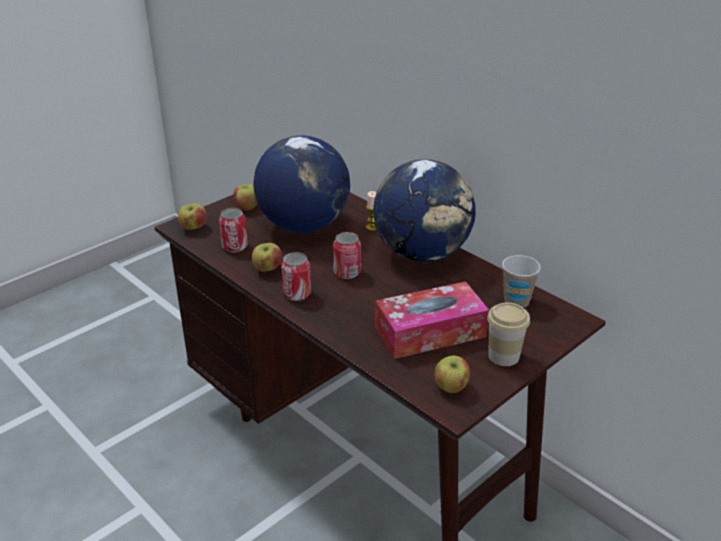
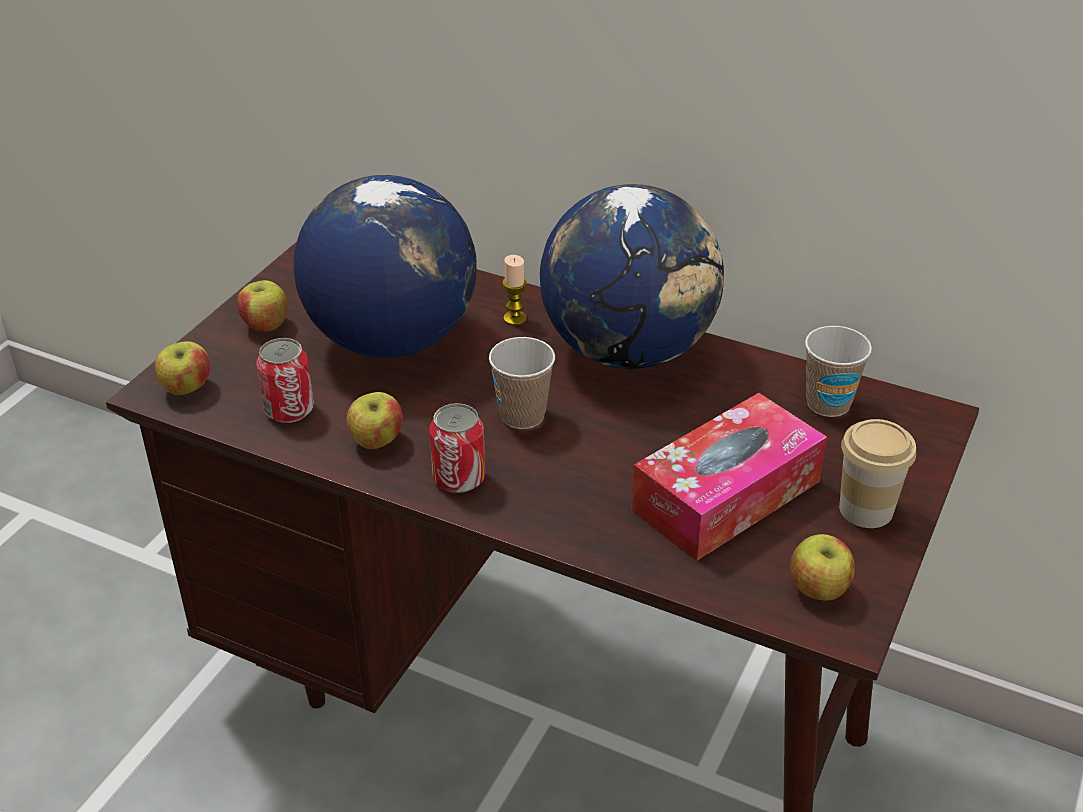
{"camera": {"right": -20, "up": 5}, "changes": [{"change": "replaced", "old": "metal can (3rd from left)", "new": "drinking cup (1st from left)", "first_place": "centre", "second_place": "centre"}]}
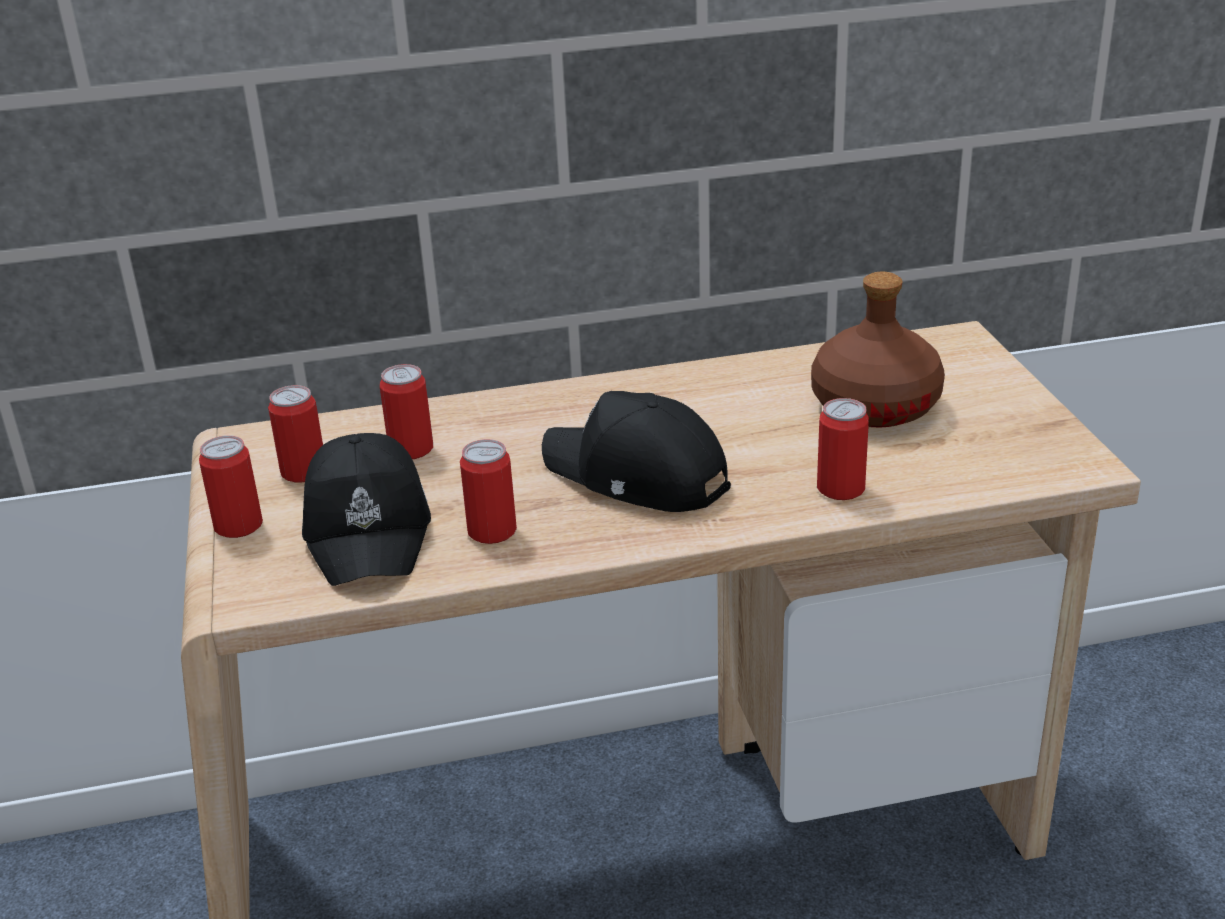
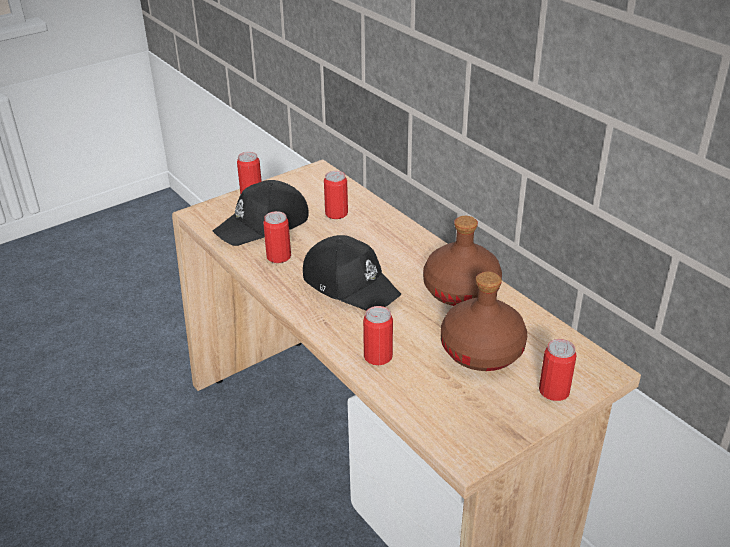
{"camera": {"right": 65, "up": 5}, "changes": [{"change": "added", "new": "brown beverage bottle (1st from left)", "second_place": "centre"}, {"change": "moved", "old": "metal can (2nd from left in the first image)", "new": "metal can (5th from left)", "first_place": "middle left", "second_place": "bottom right"}, {"change": "turned", "old": "blackish cap (2nd from left)", "first_place": "centre", "second_place": "centre", "degrees": 120}]}
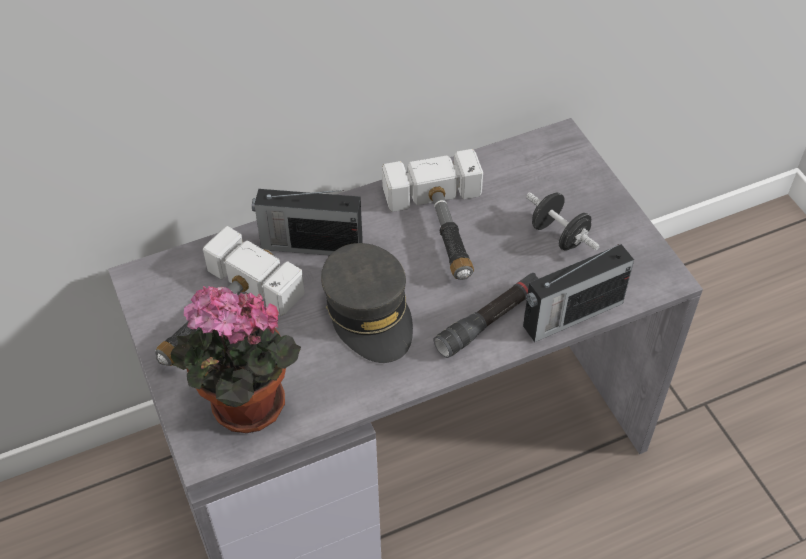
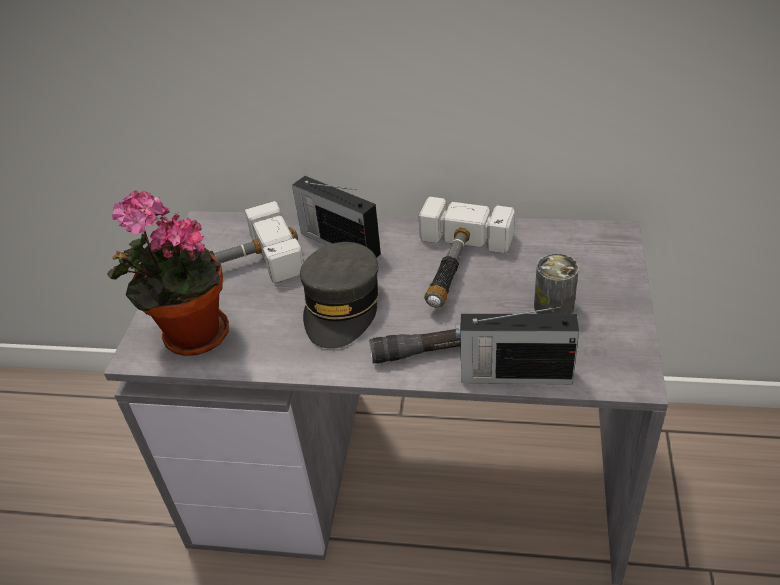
{"camera": {"right": 35, "up": -10}, "changes": [{"change": "replaced", "old": "blackish free weight", "new": "metal can", "first_place": "middle right", "second_place": "middle right"}]}
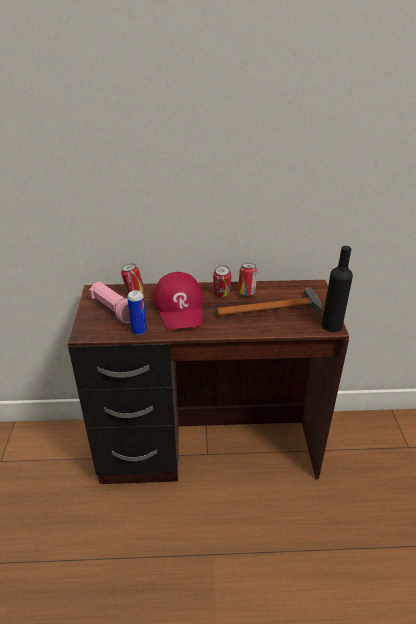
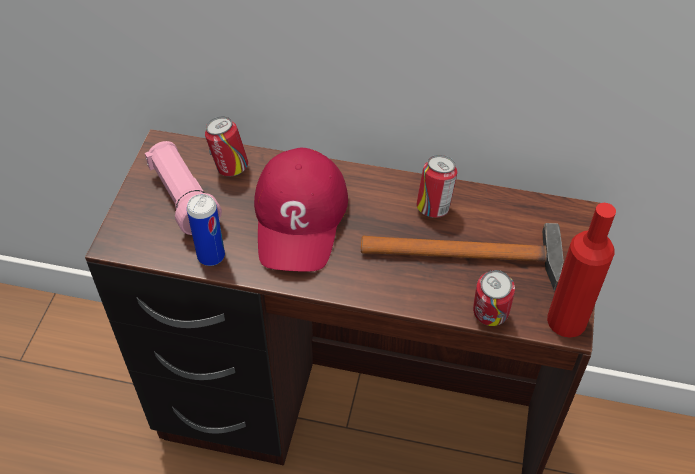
{"camera": {"right": 15, "up": 15}, "changes": [{"change": "moved", "old": "metal can (3rd from left in the first image)", "new": "metal can (4th from left)", "first_place": "centre", "second_place": "middle right"}, {"change": "recoloured", "old": "blackish beverage bottle", "new": "red beverage bottle", "first_place": "middle right", "second_place": "middle right"}]}
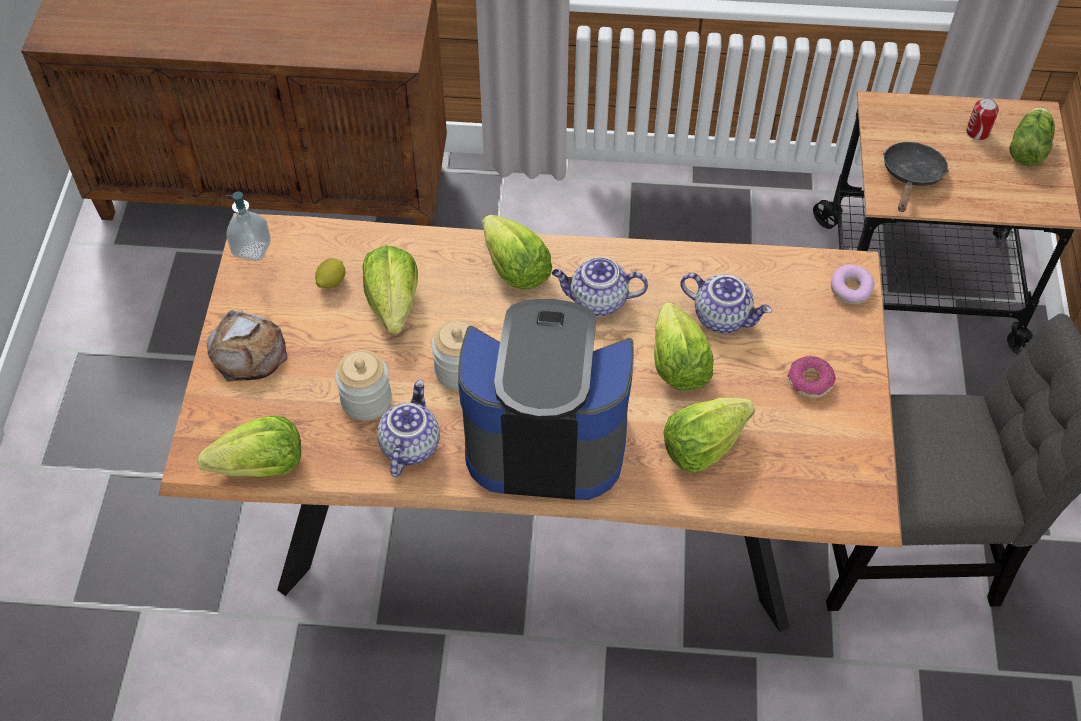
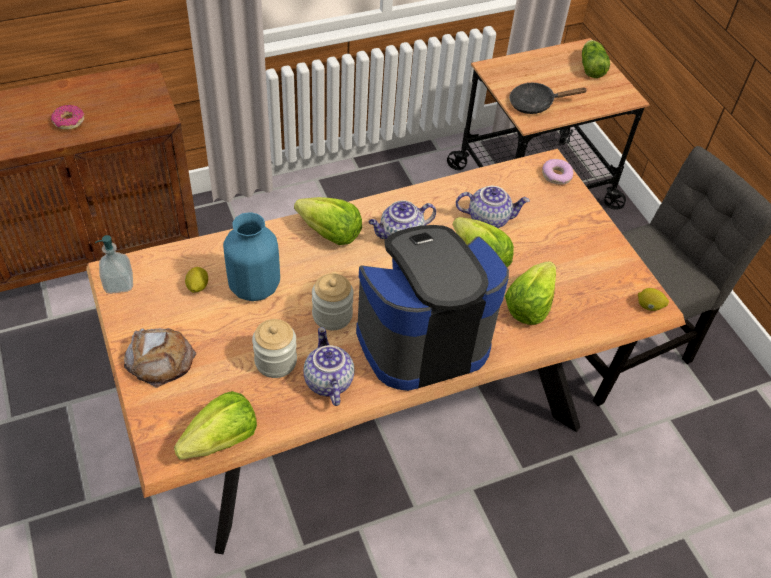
{"camera": {"right": -30, "up": -5}, "changes": [{"change": "removed", "old": "metal can", "first_place": "top right"}, {"change": "added", "new": "whole lemon (2nd from left)", "second_place": "middle right"}, {"change": "moved", "old": "donut (1st from left)", "first_place": "middle right", "second_place": "top left"}, {"change": "replaced", "old": "head of lettuce (2nd from left)", "new": "blue-coloured flower vase", "first_place": "centre", "second_place": "middle left"}, {"change": "turned", "old": "blackish pan", "first_place": "top right", "second_place": "top right", "degrees": -90}]}
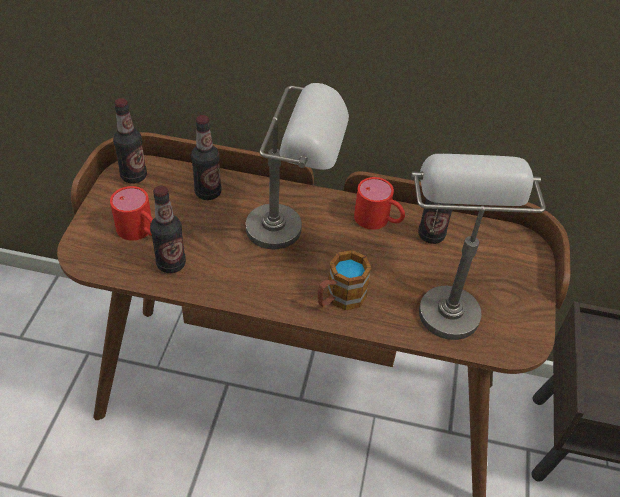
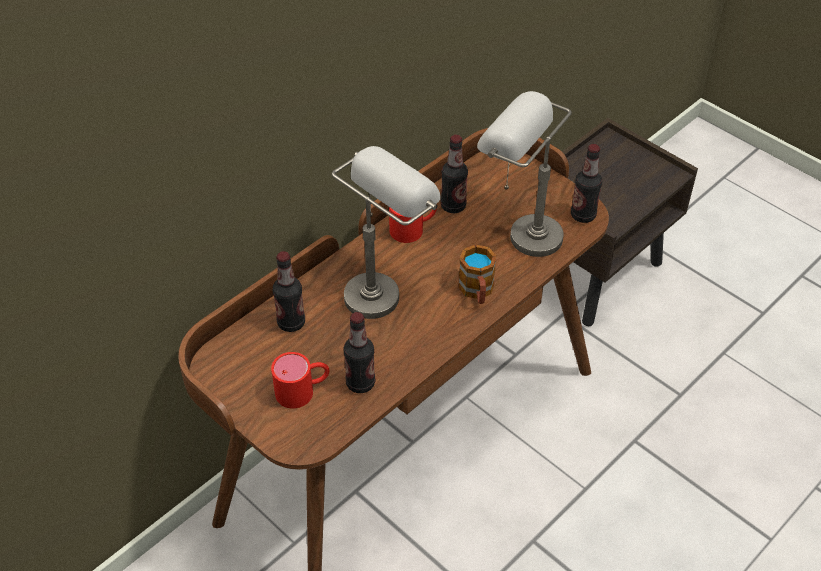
{"camera": {"right": -55, "up": 0}, "changes": [{"change": "moved", "old": "beverage bottle (1st from left in the first image)", "new": "beverage bottle (4th from left)", "first_place": "top left", "second_place": "top right"}]}
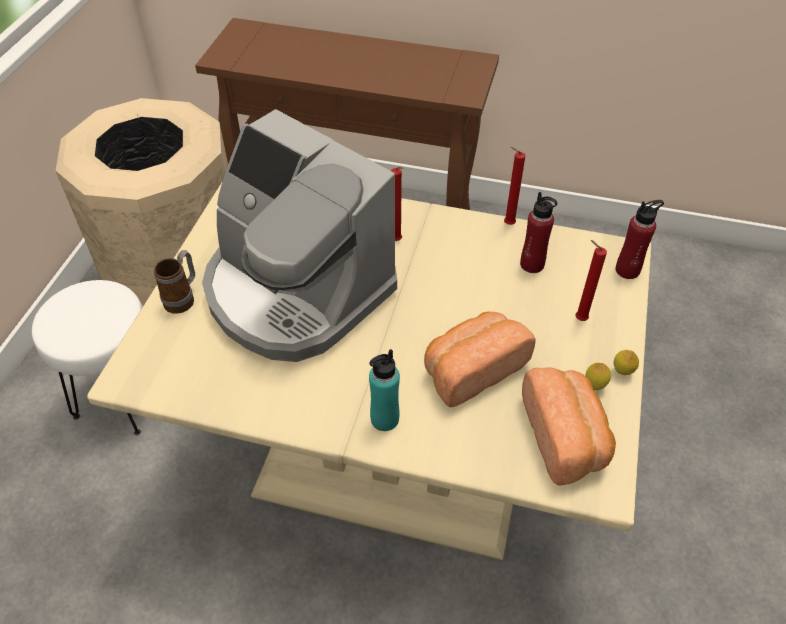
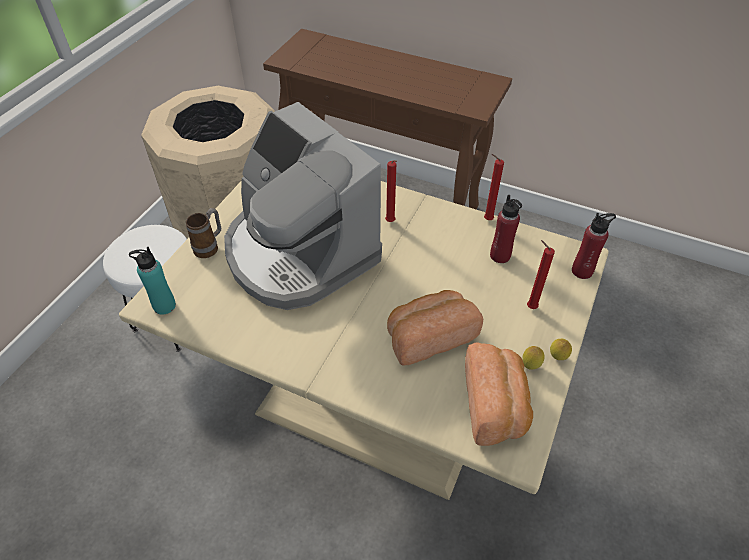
{"camera": {"right": 10, "up": 0}, "changes": [{"change": "moved", "old": "turquoise beverage bottle", "first_place": "centre", "second_place": "middle left"}]}
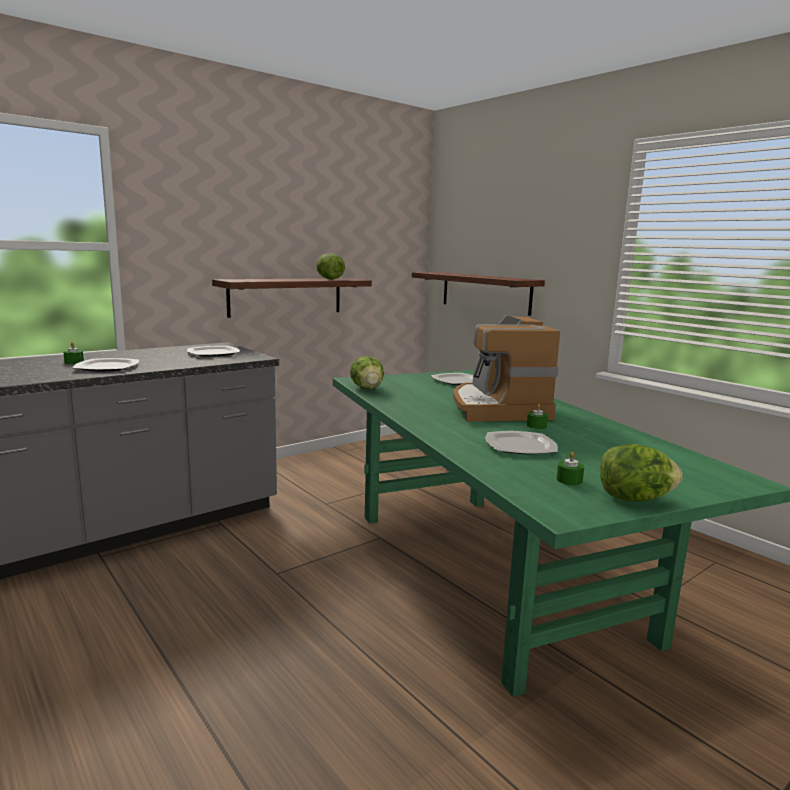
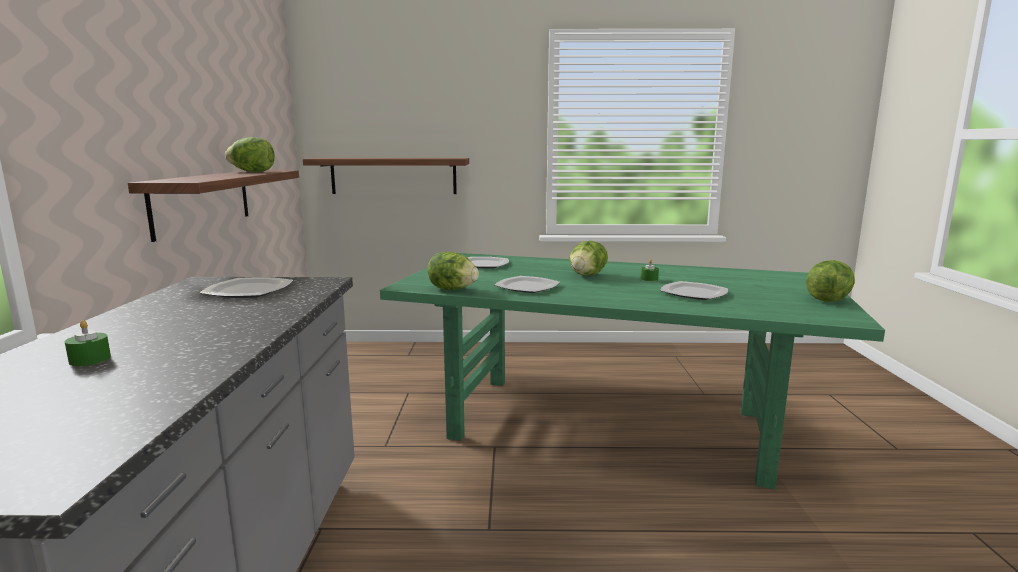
{"camera": {"right": -50, "up": 0}, "changes": [{"change": "removed", "old": "green-coloured candle (3rd from left)", "first_place": "middle right"}, {"change": "moved", "old": "flat dish (1st from left in the first image)", "new": "flat dish (3rd from left)", "first_place": "middle left", "second_place": "centre"}, {"change": "replaced", "old": "coffee maker", "new": "head of lettuce (3rd from left)", "first_place": "centre", "second_place": "centre"}]}
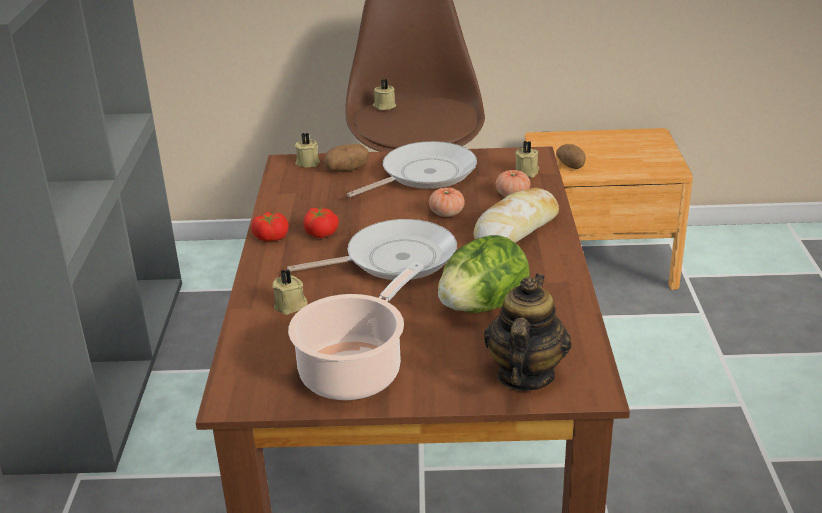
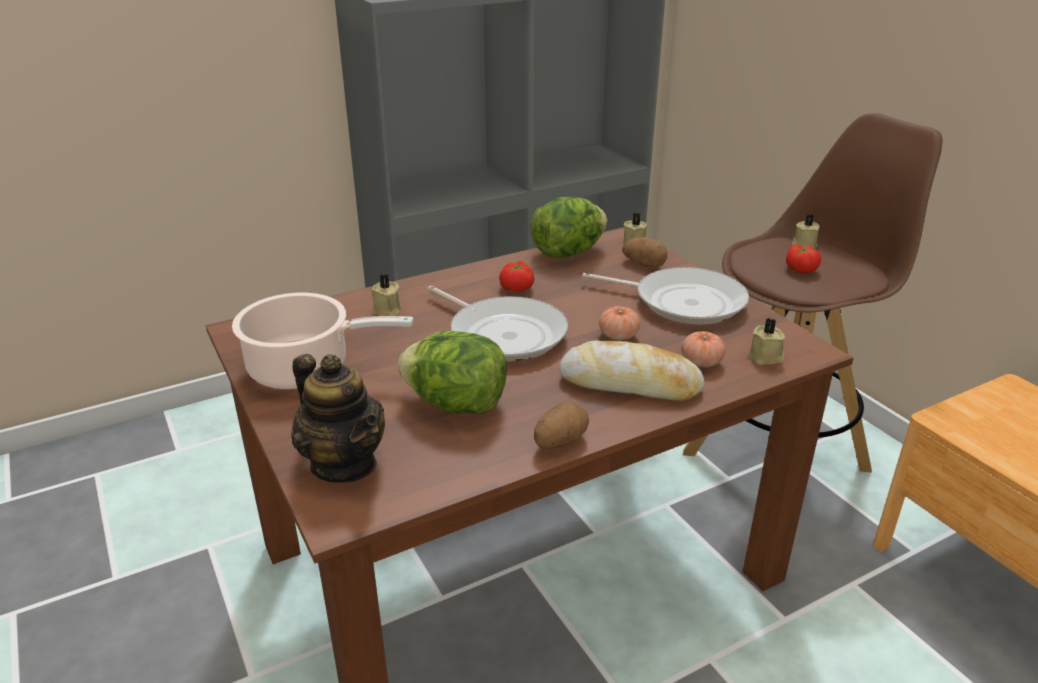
{"camera": {"right": 60, "up": 0}, "changes": [{"change": "added", "new": "head of lettuce (2nd from left)", "second_place": "top centre"}, {"change": "moved", "old": "whole tomato (1st from left in the first image)", "new": "whole tomato (4th from left)", "first_place": "middle left", "second_place": "middle right"}, {"change": "moved", "old": "spud (2nd from left in the first image)", "new": "spud (1st from left)", "first_place": "top right", "second_place": "centre"}, {"change": "turned", "old": "teapot", "first_place": "centre", "second_place": "middle left", "degrees": 60}]}
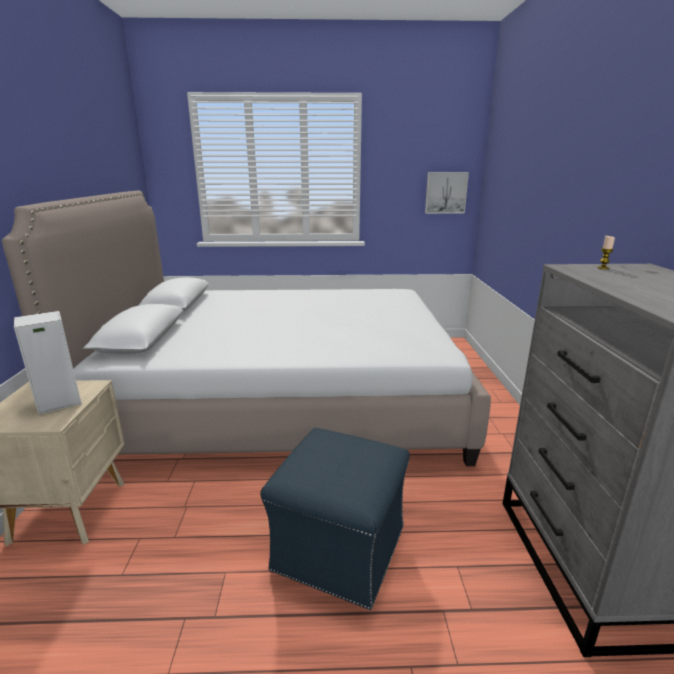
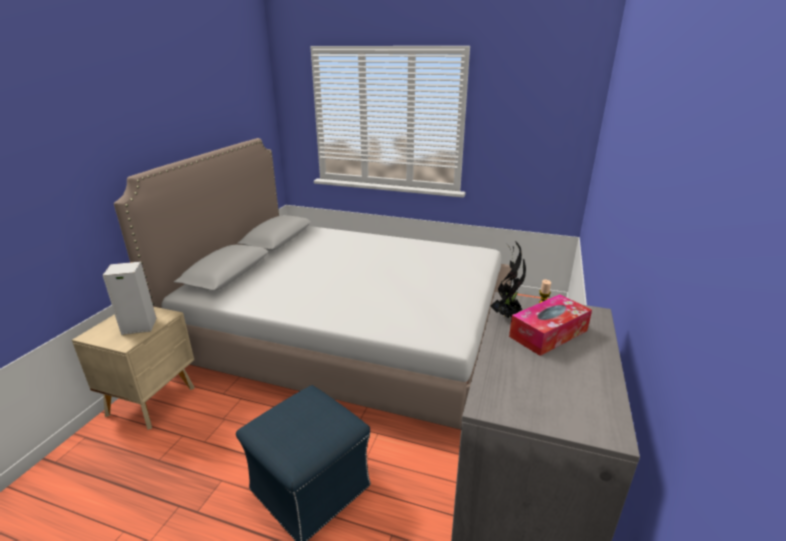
{"camera": {"right": 20, "up": 5}, "changes": [{"change": "removed", "old": "picture", "first_place": "top centre"}, {"change": "added", "new": "potted plant", "second_place": "centre"}, {"change": "added", "new": "box of tissues", "second_place": "middle right"}]}
